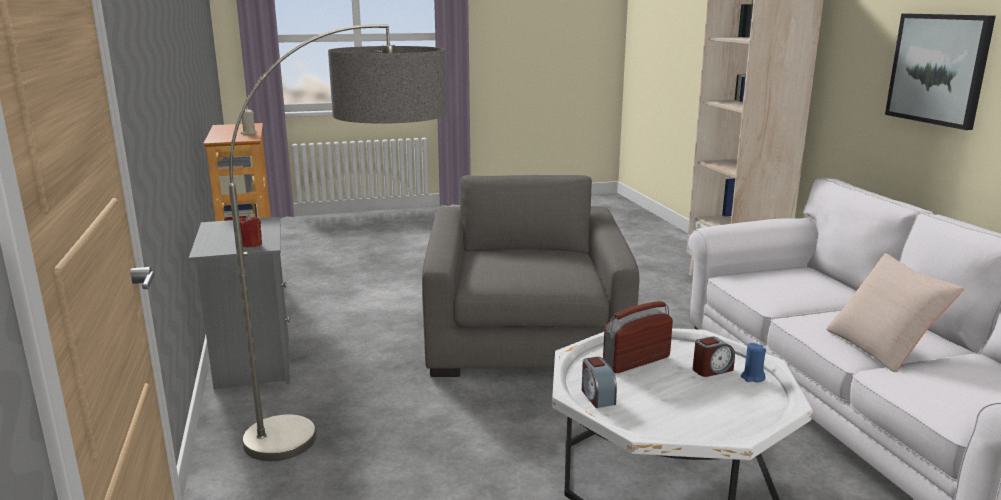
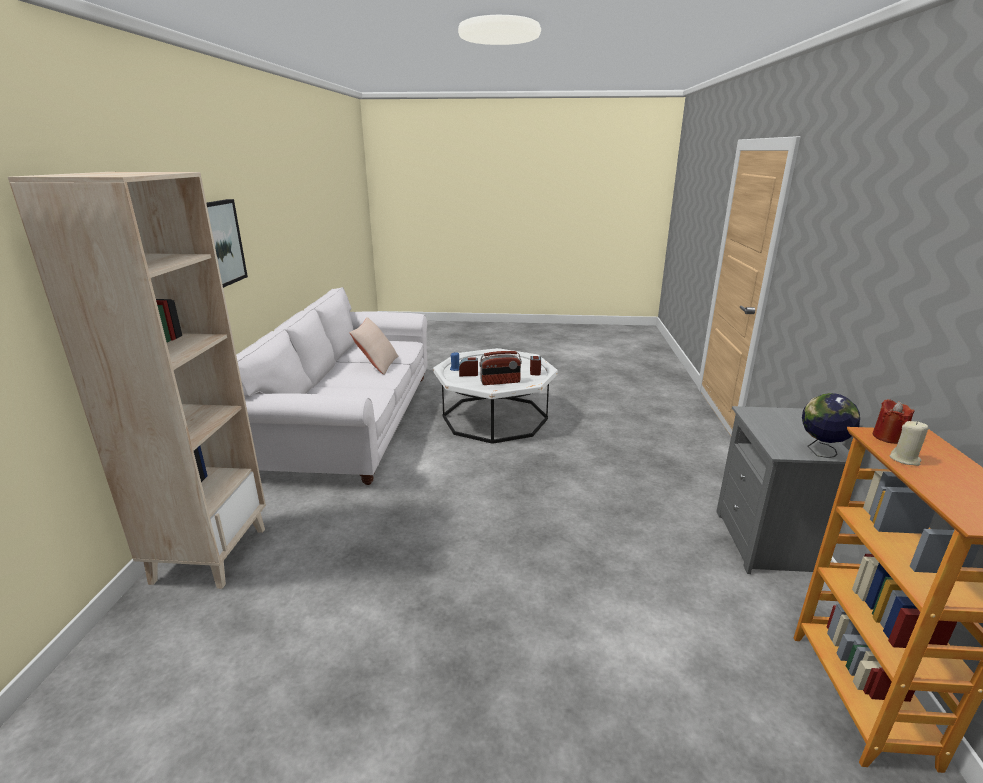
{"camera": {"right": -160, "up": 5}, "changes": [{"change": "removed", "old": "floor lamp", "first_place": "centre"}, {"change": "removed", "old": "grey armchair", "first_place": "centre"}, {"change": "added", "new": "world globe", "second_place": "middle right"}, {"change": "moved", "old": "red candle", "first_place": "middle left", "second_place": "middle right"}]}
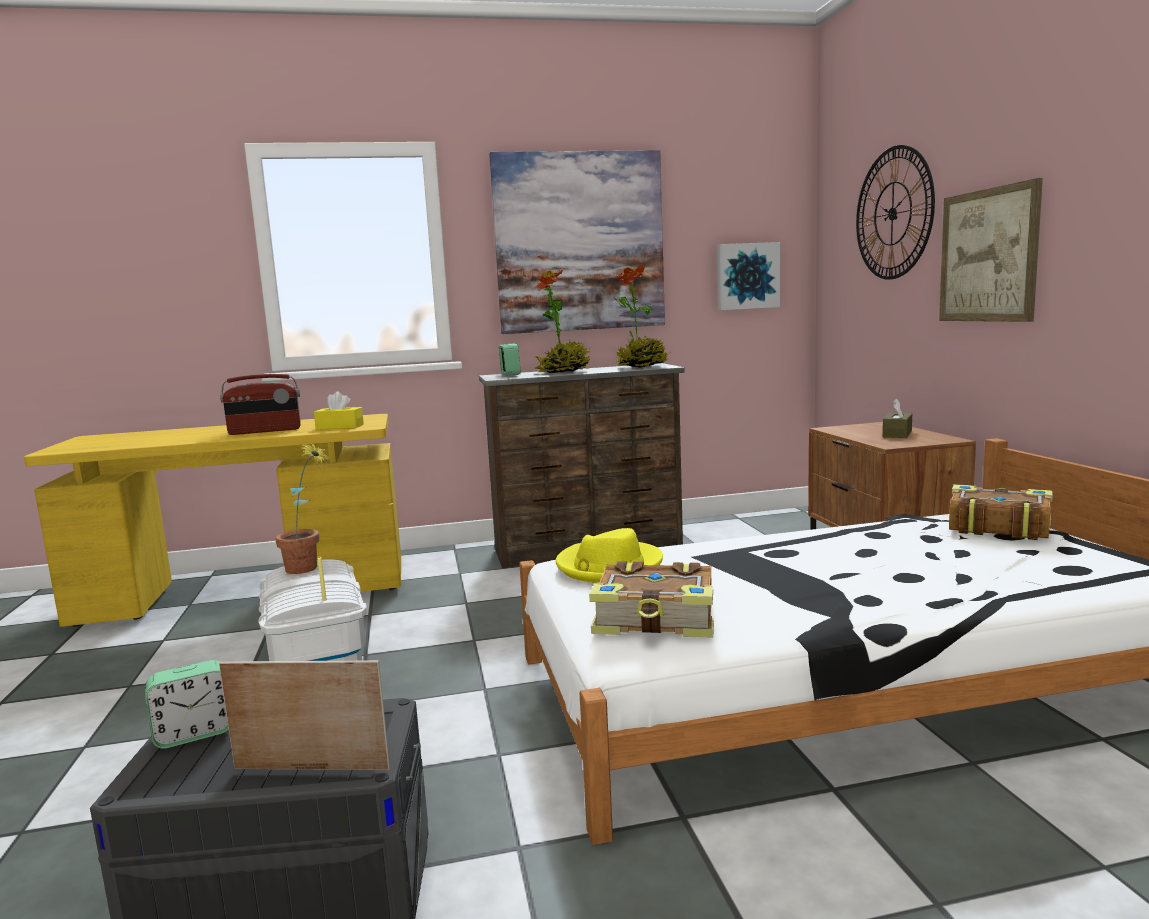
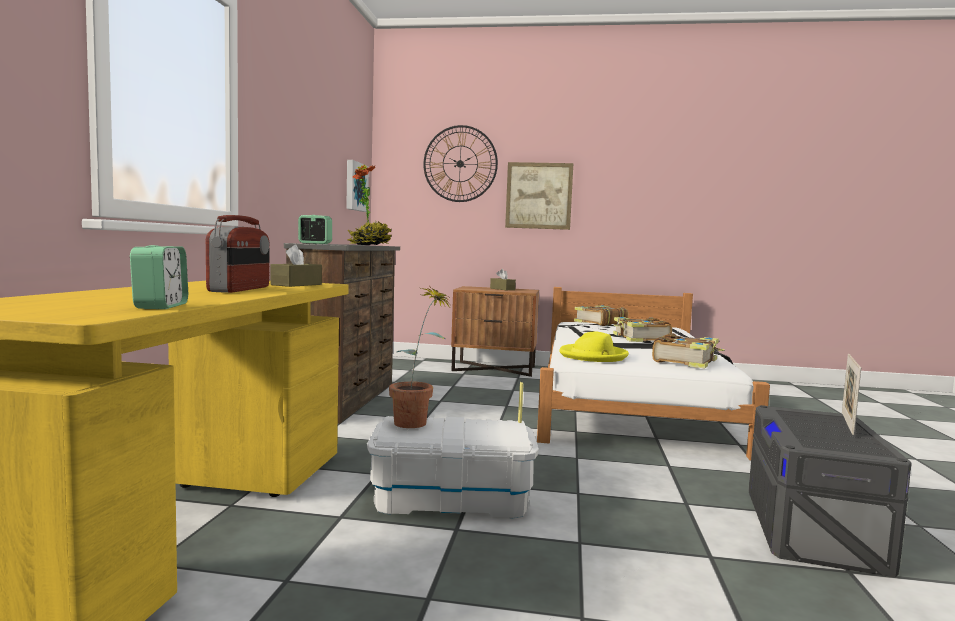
{"camera": {"right": -70, "up": -5}, "changes": [{"change": "removed", "old": "picture (1st from left)", "first_place": "top centre"}, {"change": "removed", "old": "potted plant (2nd from left)", "first_place": "centre"}, {"change": "added", "new": "volume (2nd from left)", "second_place": "middle right"}, {"change": "moved", "old": "alarm clock (1st from left)", "first_place": "bottom left", "second_place": "middle left"}, {"change": "recoloured", "old": "yellow-coloured box of tissues", "new": "brown box of tissues (1st from left)", "first_place": "middle left", "second_place": "middle left"}]}
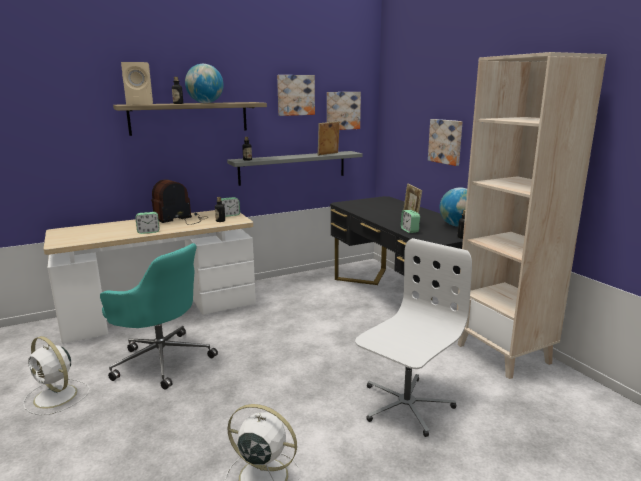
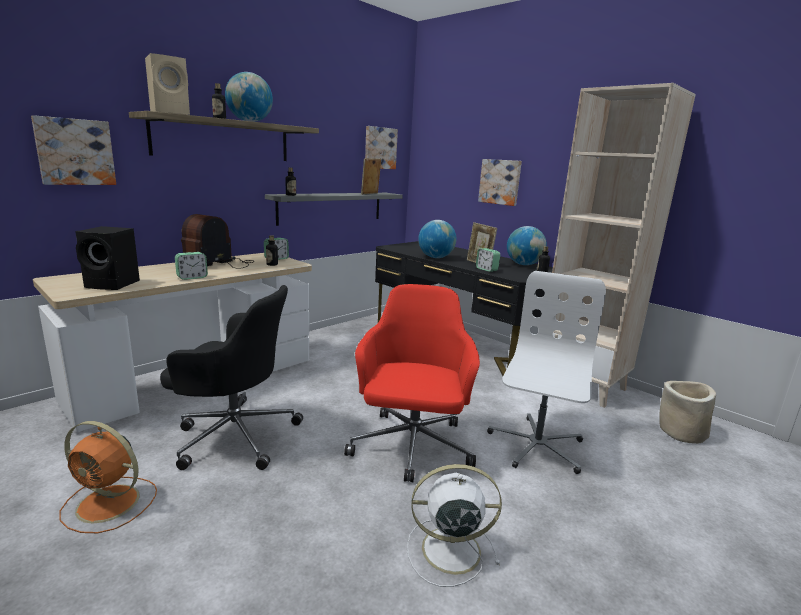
{"camera": {"right": -20, "up": 0}, "changes": [{"change": "added", "new": "blackish speaker", "second_place": "middle left"}, {"change": "added", "new": "red computer chair", "second_place": "centre"}, {"change": "added", "new": "world globe (2nd from left)", "second_place": "centre"}, {"change": "added", "new": "beige planter", "second_place": "bottom right"}, {"change": "moved", "old": "picture (1st from left)", "first_place": "top centre", "second_place": "top left"}, {"change": "recoloured", "old": "white fan (1st from left)", "new": "orangey fan", "first_place": "bottom left", "second_place": "bottom left"}, {"change": "recoloured", "old": "turquoise computer chair", "new": "blackish computer chair", "first_place": "middle left", "second_place": "middle left"}]}
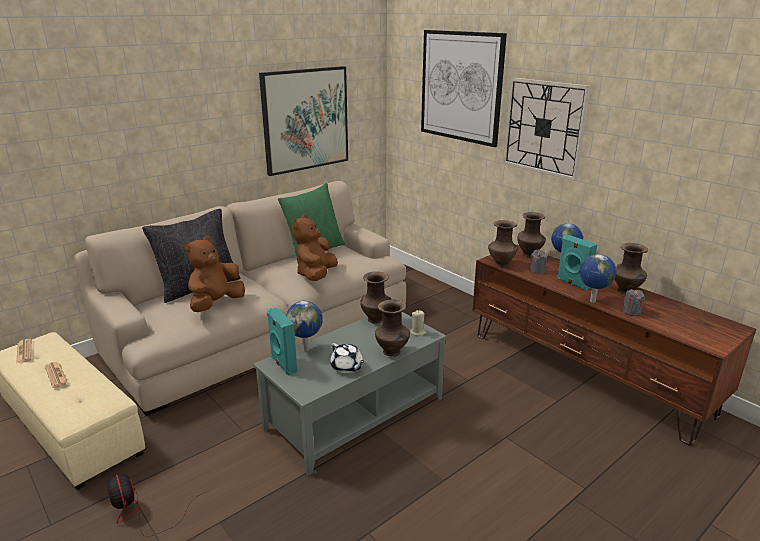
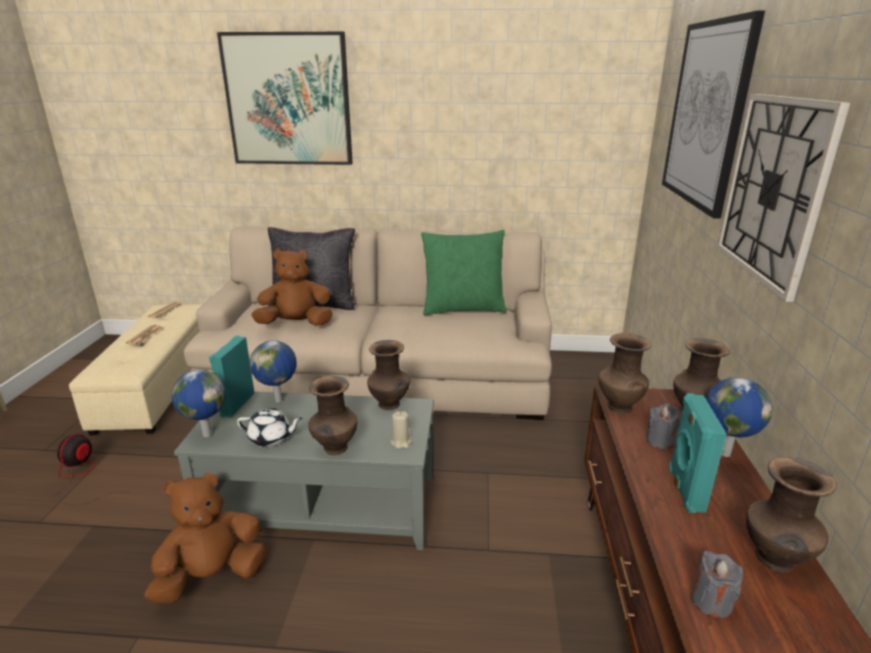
{"camera": {"right": 45, "up": 0}, "changes": [{"change": "moved", "old": "picture (1st from left)", "first_place": "top centre", "second_place": "top left"}, {"change": "moved", "old": "brown plush toy (2nd from left in the first image)", "new": "brown plush toy (1st from left)", "first_place": "centre", "second_place": "bottom left"}, {"change": "moved", "old": "world globe (3rd from left in the first image)", "new": "world globe (1st from left)", "first_place": "middle right", "second_place": "middle left"}, {"change": "turned", "old": "white teapot", "first_place": "centre", "second_place": "middle left", "degrees": -90}]}
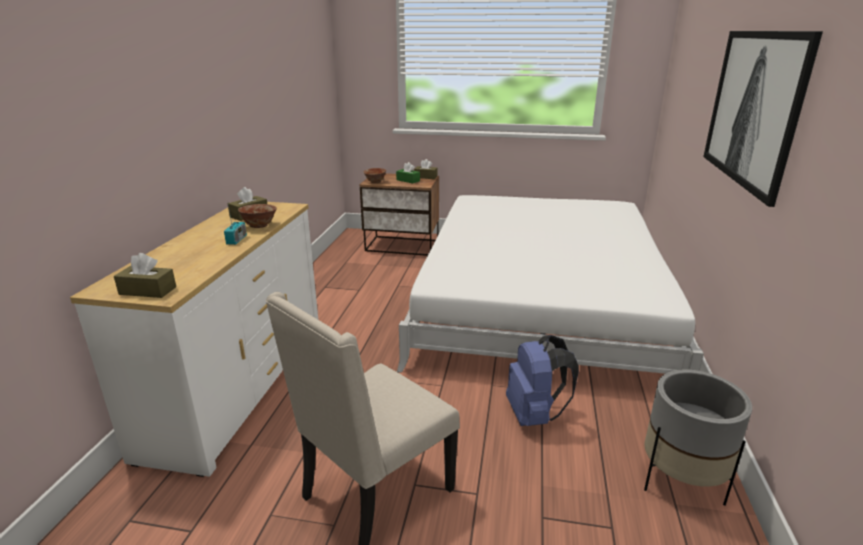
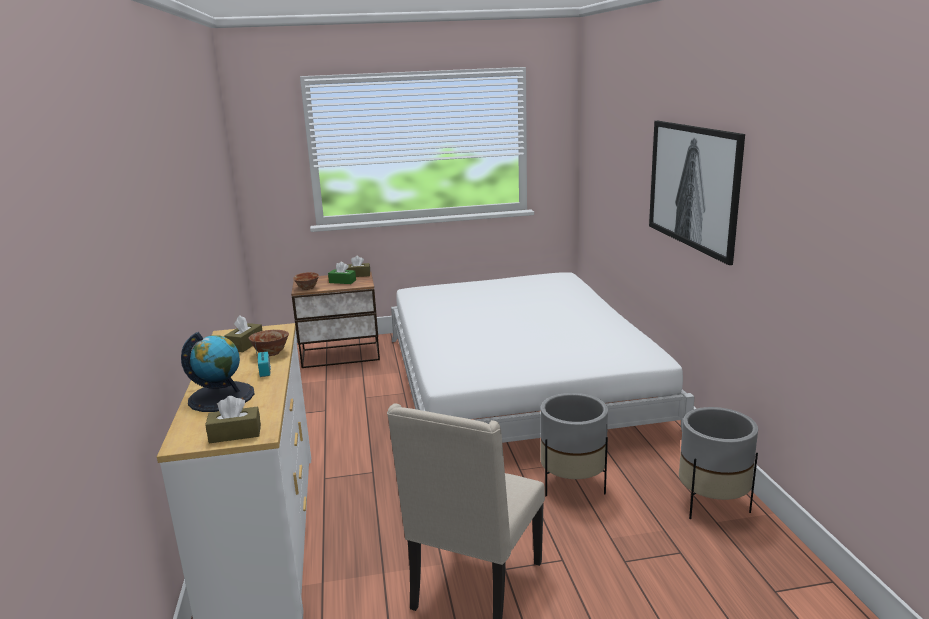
{"camera": {"right": -20, "up": -5}, "changes": [{"change": "added", "new": "world globe", "second_place": "middle left"}, {"change": "replaced", "old": "blue-coloured knapsack", "new": "grey planter (1st from left)", "first_place": "bottom centre", "second_place": "bottom centre"}]}
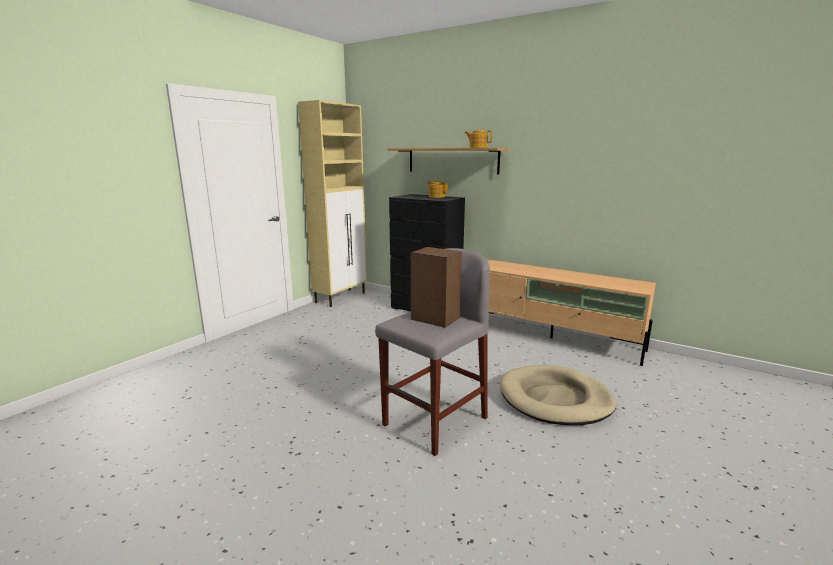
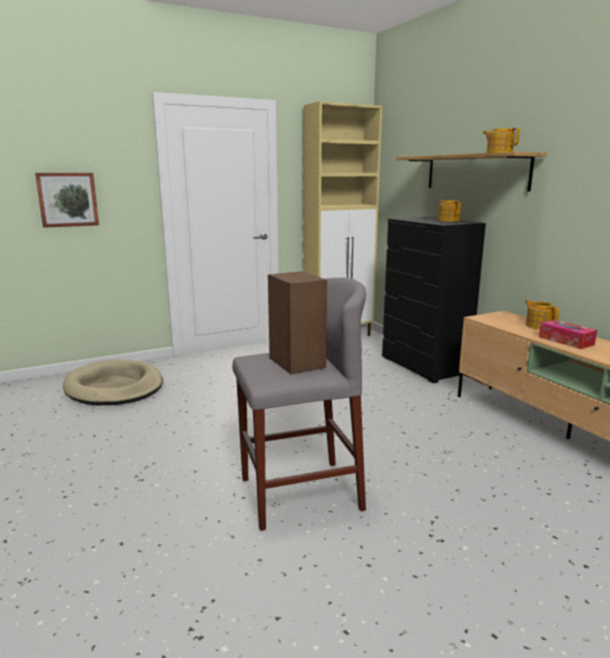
{"camera": {"right": 30, "up": 0}, "changes": [{"change": "added", "new": "picture", "second_place": "top left"}, {"change": "added", "new": "teapot (3rd from left)", "second_place": "middle right"}, {"change": "added", "new": "box of tissues", "second_place": "middle right"}, {"change": "moved", "old": "beige pet bed", "first_place": "bottom right", "second_place": "middle left"}]}
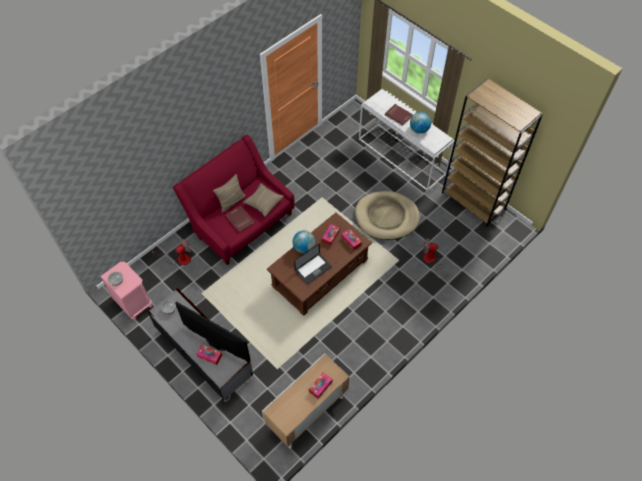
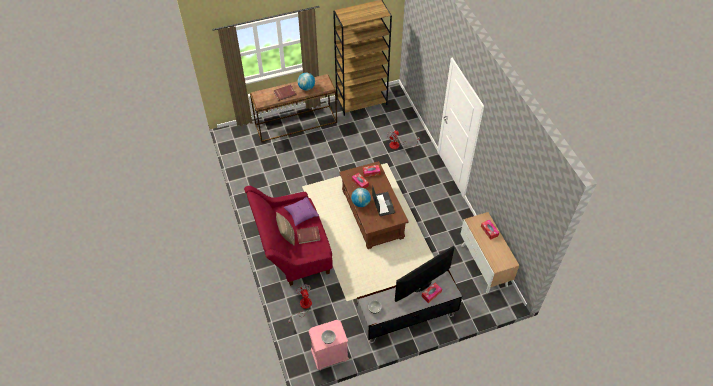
{"camera": {"right": -65, "up": -5}, "changes": [{"change": "removed", "old": "beige pet bed", "first_place": "centre"}, {"change": "recoloured", "old": "beige cushion (2nd from left)", "new": "purple-coloured cushion", "first_place": "centre", "second_place": "centre"}, {"change": "recoloured", "old": "white hall table", "new": "brown hall table", "first_place": "top centre", "second_place": "top centre"}]}
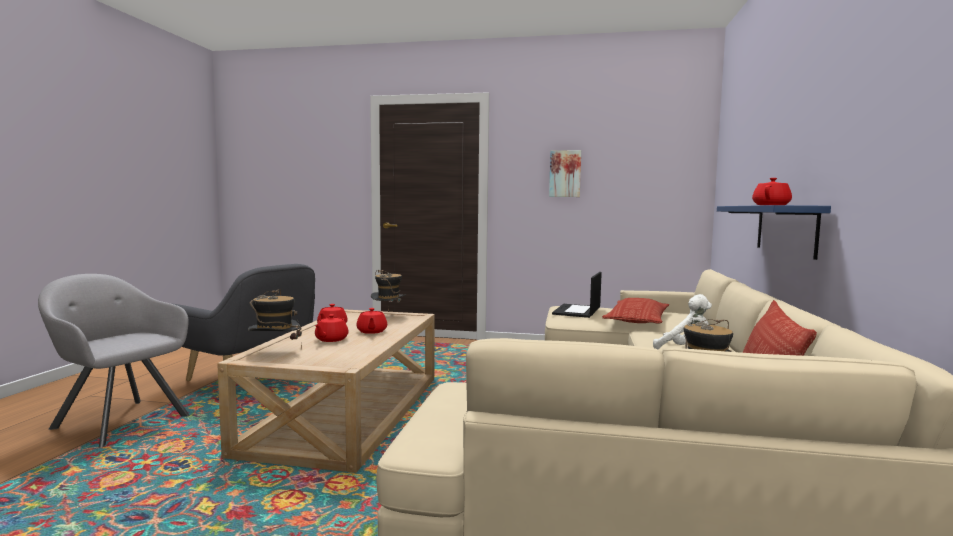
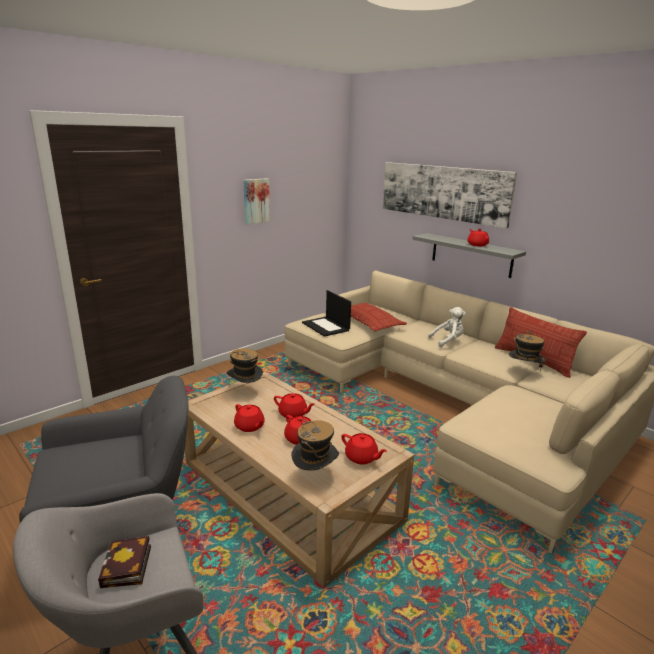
{"camera": {"right": -55, "up": 15}, "changes": [{"change": "added", "new": "volume", "second_place": "bottom left"}, {"change": "added", "new": "red teapot (4th from left)", "second_place": "bottom centre"}, {"change": "added", "new": "picture (2nd from left)", "second_place": "top right"}, {"change": "recoloured", "old": "blue-coloured bracket shelf", "new": "grey bracket shelf", "first_place": "middle right", "second_place": "middle right"}]}
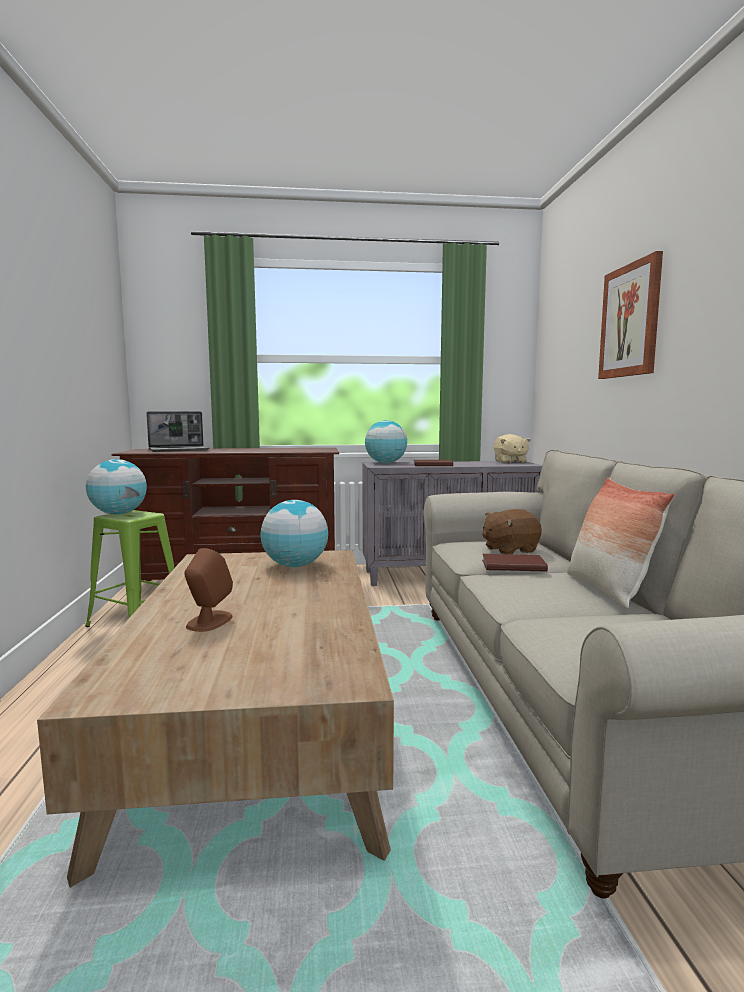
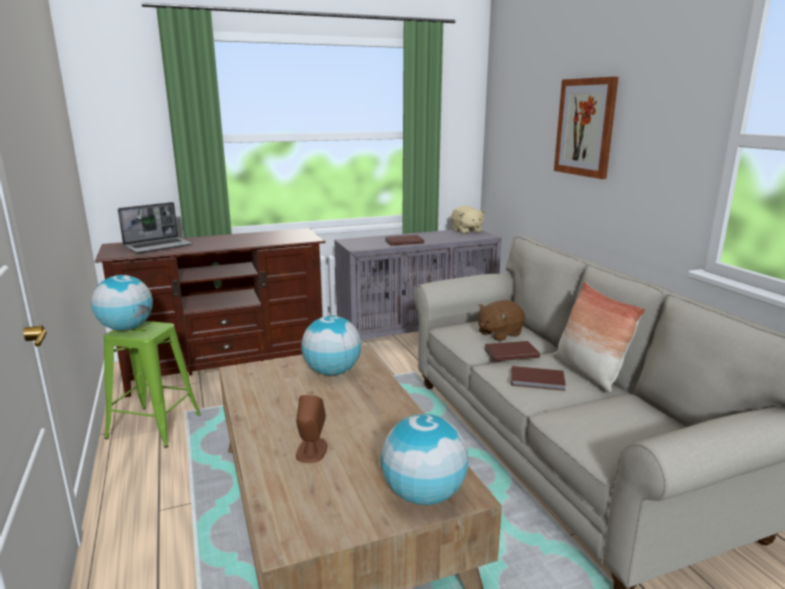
{"camera": {"right": -15, "up": 10}, "changes": [{"change": "added", "new": "brown volume (3rd from left)", "second_place": "middle right"}, {"change": "moved", "old": "world globe (3rd from left)", "first_place": "centre", "second_place": "bottom centre"}]}
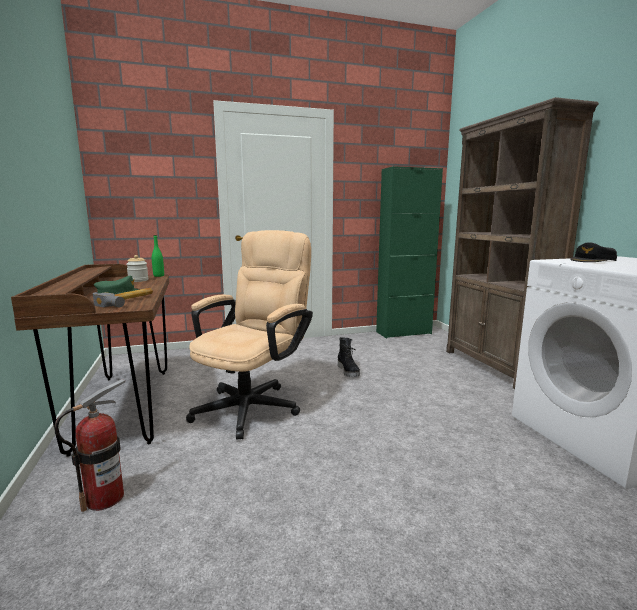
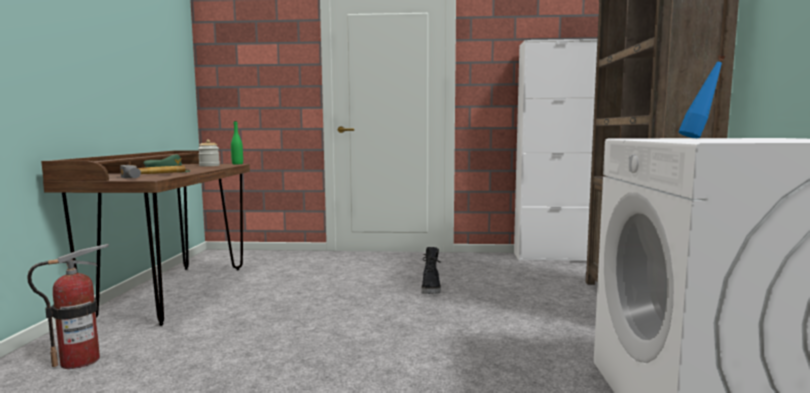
{"camera": {"right": 20, "up": -5}, "changes": [{"change": "removed", "old": "beige computer chair", "first_place": "centre"}, {"change": "replaced", "old": "blackish cap", "new": "blue-coloured beverage bottle", "first_place": "middle right", "second_place": "top right"}, {"change": "recoloured", "old": "green-coloured storage cabinet", "new": "white storage cabinet", "first_place": "centre", "second_place": "middle right"}]}
